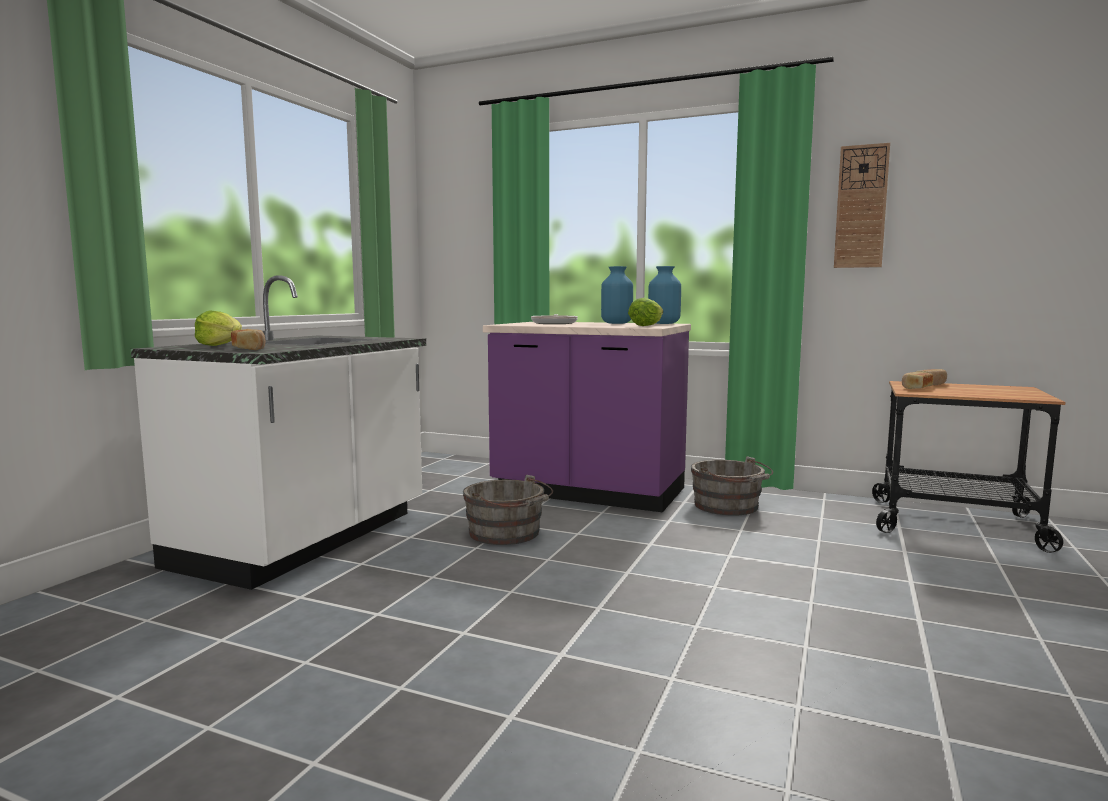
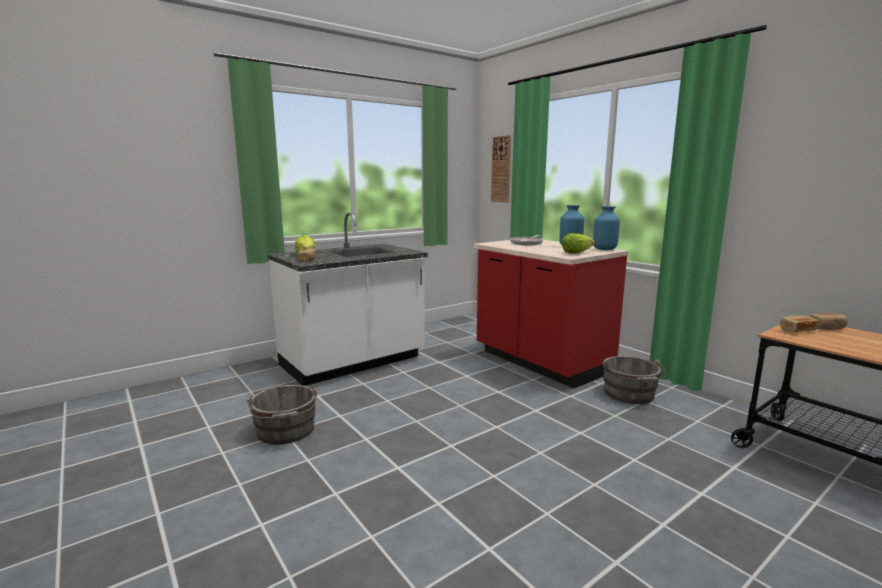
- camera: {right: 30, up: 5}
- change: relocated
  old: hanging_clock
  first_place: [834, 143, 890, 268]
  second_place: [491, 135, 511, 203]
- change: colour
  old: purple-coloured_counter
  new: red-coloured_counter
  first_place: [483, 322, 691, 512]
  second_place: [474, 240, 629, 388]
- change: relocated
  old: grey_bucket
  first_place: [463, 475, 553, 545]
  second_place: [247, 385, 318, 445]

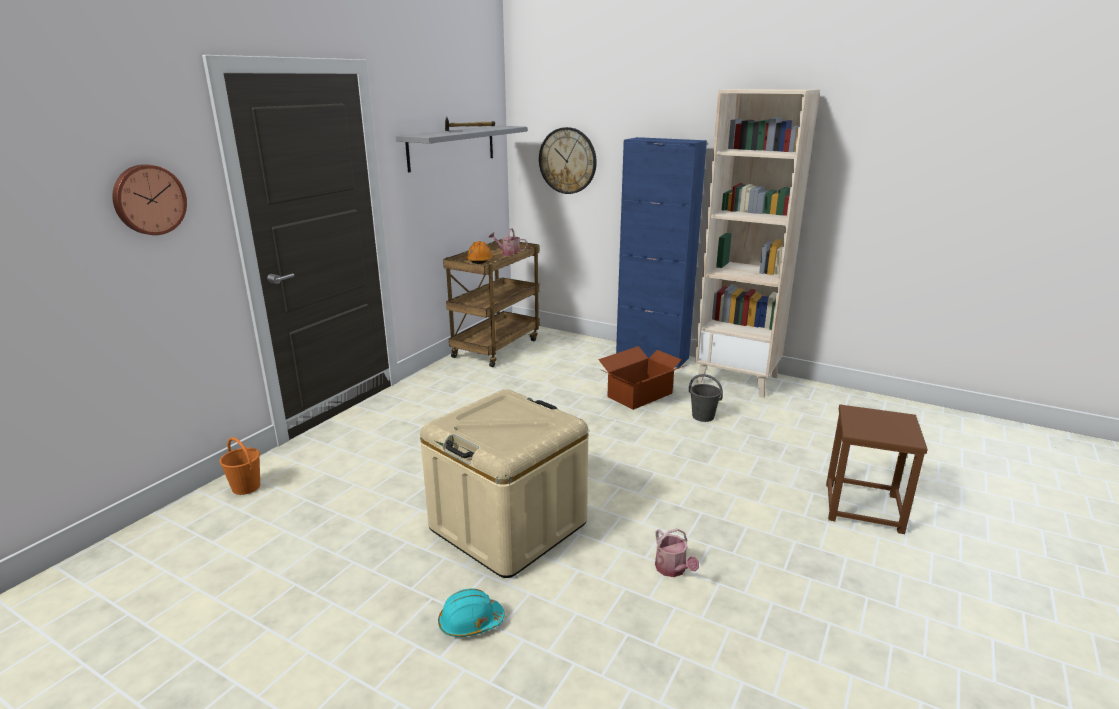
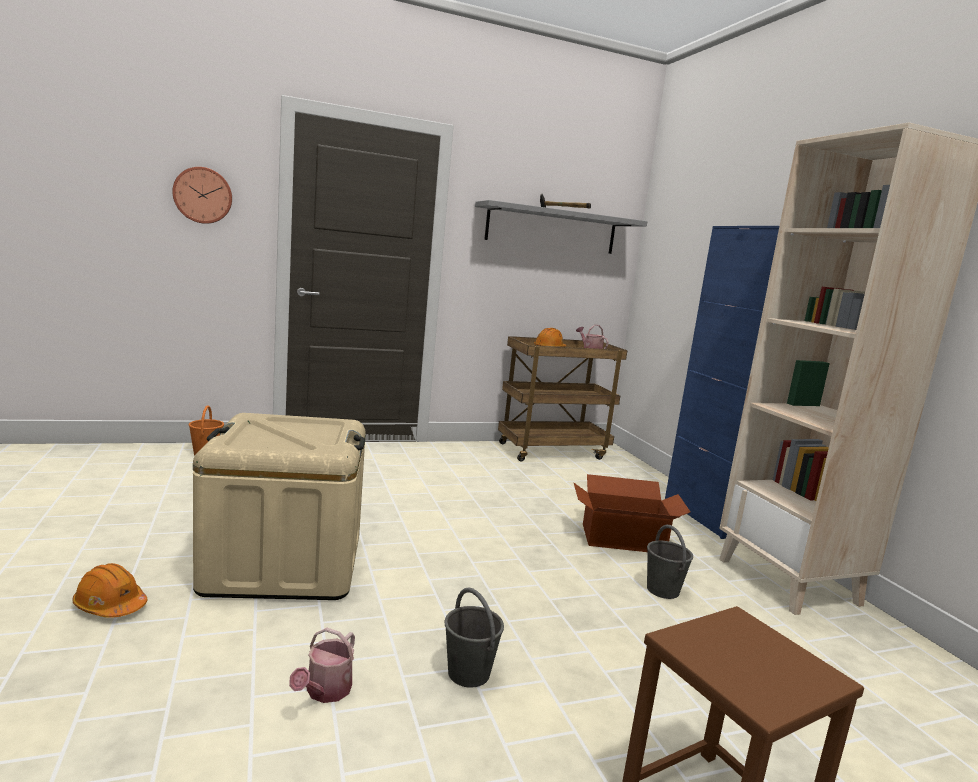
- camera: {right: 40, up: -10}
- change: missing
  old: hanging_clock
  first_place: [539, 127, 597, 194]
- change: colour
  old: turquoise_work_helmet
  new: orange-coloured_work_helmet
  first_place: [438, 589, 505, 637]
  second_place: [72, 563, 147, 618]
- change: appeared
  new: grey_bucket
  second_place: [445, 587, 504, 688]

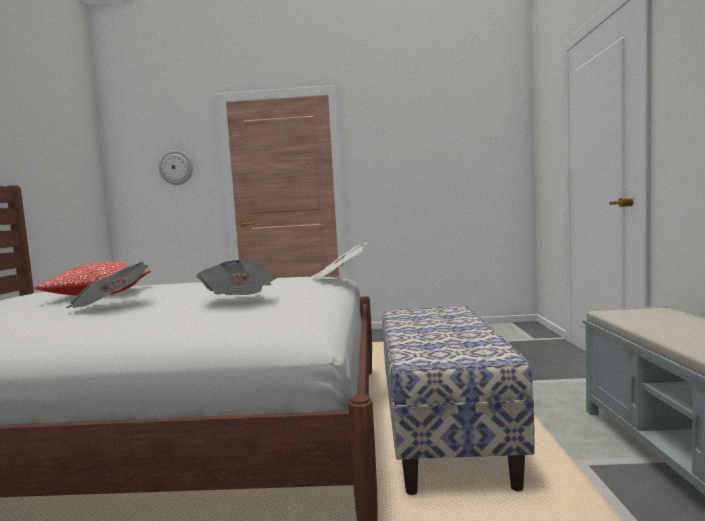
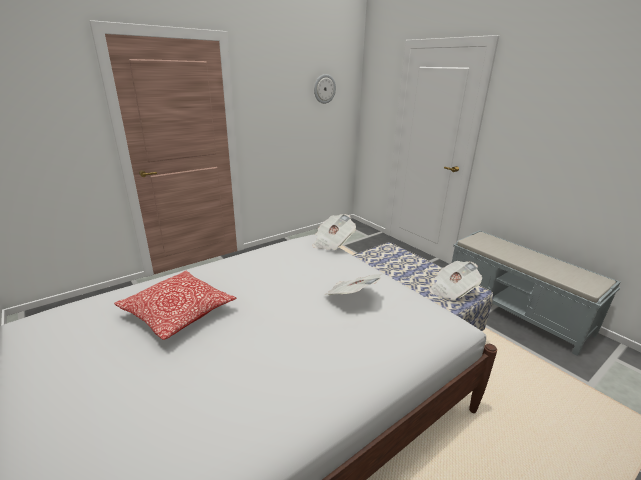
- camera: {right: -40, up: 20}
- change: relocated
  old: hanging_clock
  first_place: [159, 150, 193, 185]
  second_place: [314, 74, 336, 104]
- change: relocated
  old: newspaper
  first_place: [66, 262, 148, 308]
  second_place: [429, 261, 482, 301]

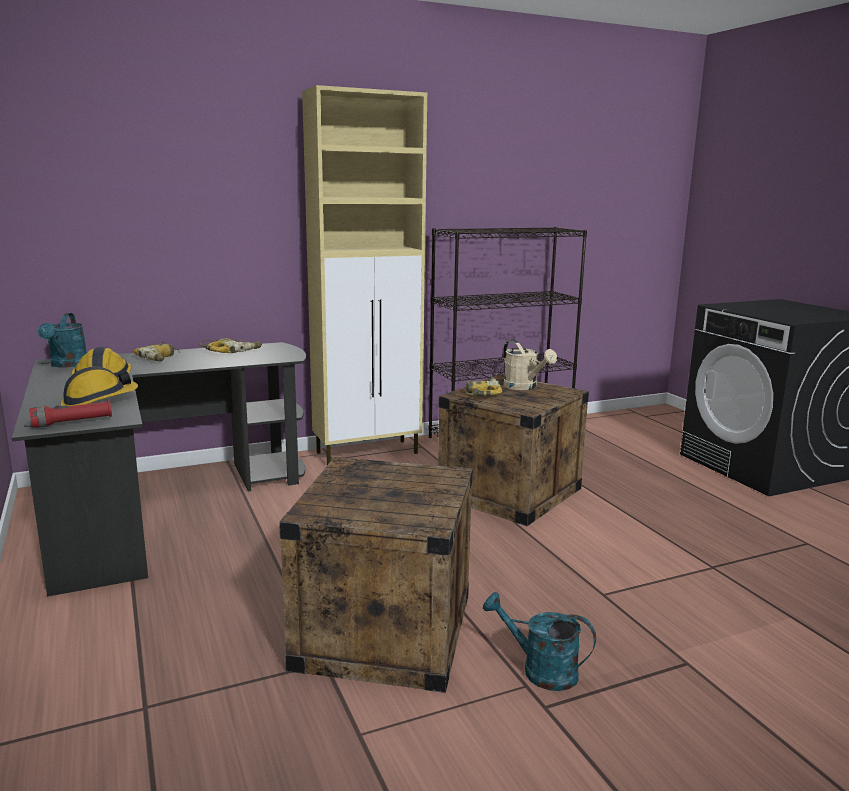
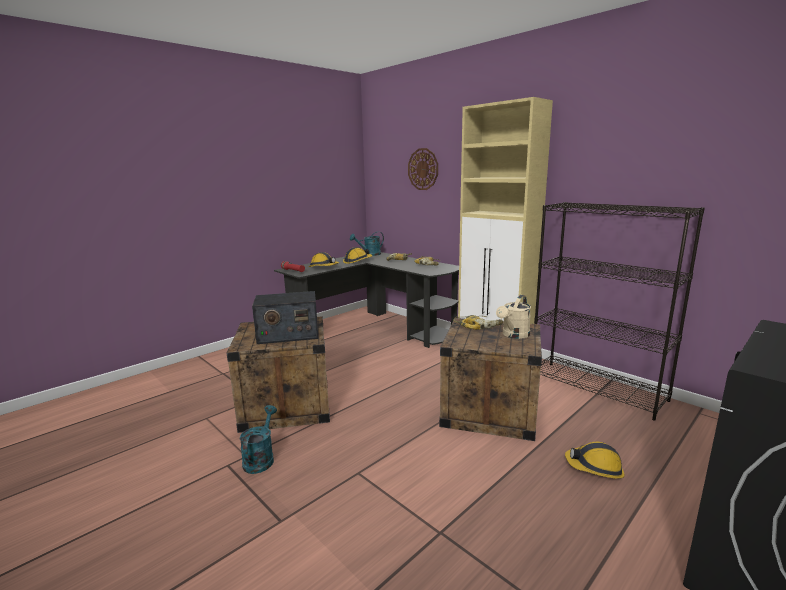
- camera: {right: 70, up: 0}
- change: appeared
  new: hanging_clock
  second_place: [408, 148, 438, 190]
- change: appeared
  new: radio_receiver
  second_place: [252, 291, 319, 344]
- change: appeared
  new: work_helmet
  second_place: [565, 442, 624, 479]

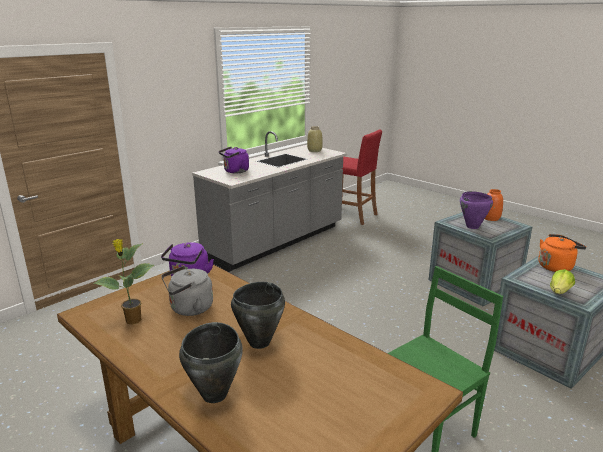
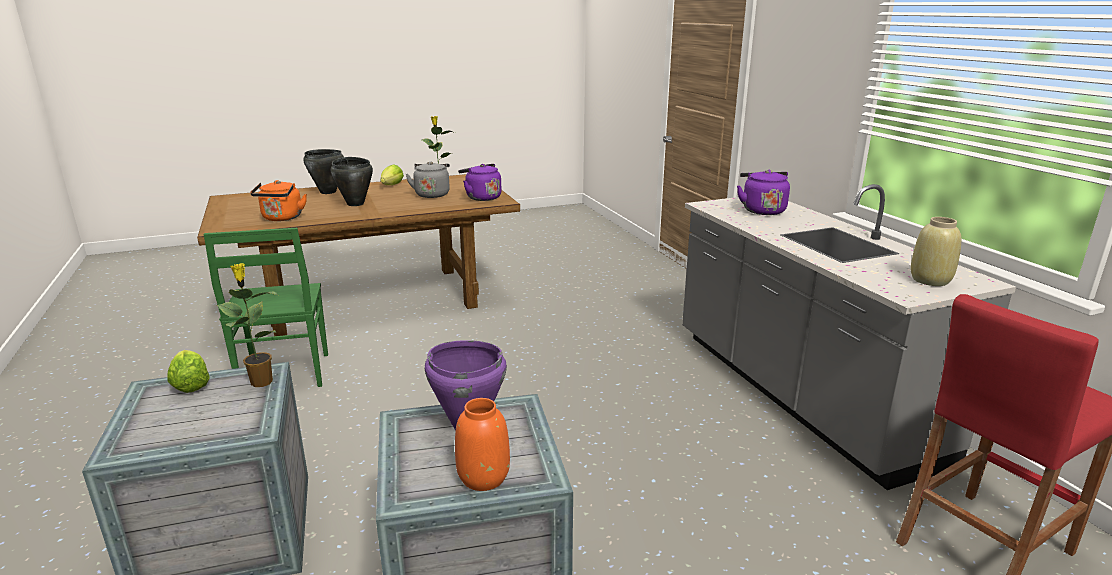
- camera: {right: 115, up: 0}
- change: relocated
  old: orange-coloured_tea_kettle
  first_place: [538, 234, 586, 272]
  second_place: [250, 180, 307, 221]
- change: appeared
  new: lettuce_head
  second_place: [380, 164, 404, 185]
- change: appeared
  new: plant_in_a_pot
  second_place: [217, 263, 278, 387]

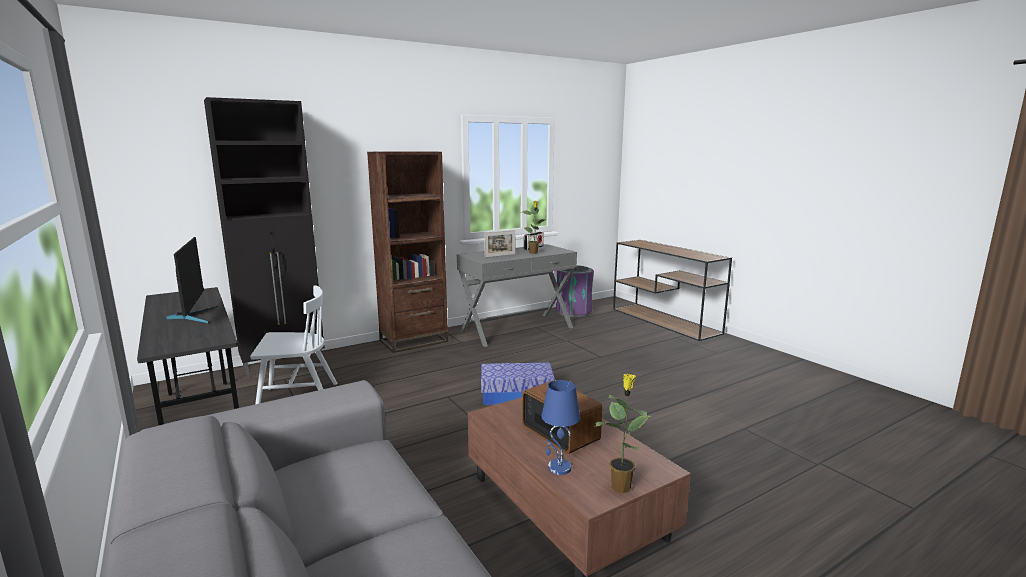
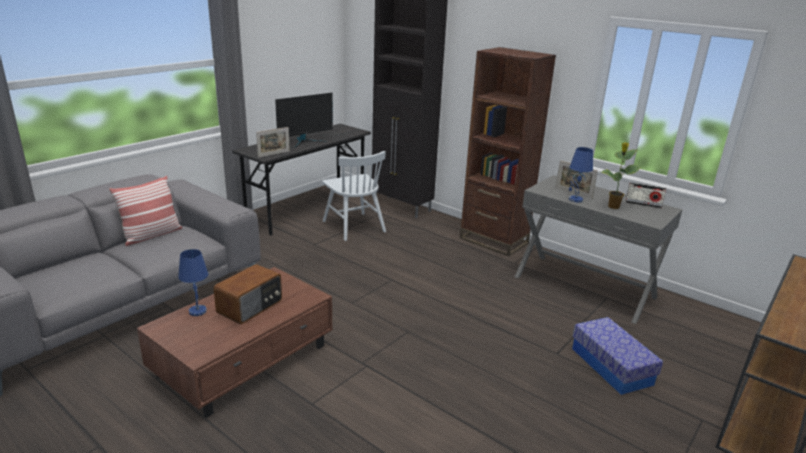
- camera: {right: 70, up: 10}
- change: missing
  old: purple-coloured_rubbish_bin
  first_place: [556, 265, 594, 317]
- change: relocated
  old: storage_box
  first_place: [481, 362, 555, 405]
  second_place: [572, 317, 663, 395]
- change: missing
  old: plant_in_a_pot
  first_place: [595, 374, 652, 493]
- change: appeared
  new: picture_frame
  second_place: [256, 127, 290, 157]
- change: appeared
  new: blue_tabletop_lamp
  second_place: [569, 147, 593, 202]
- change: appeared
  new: throw_pillow
  second_place: [109, 176, 182, 246]

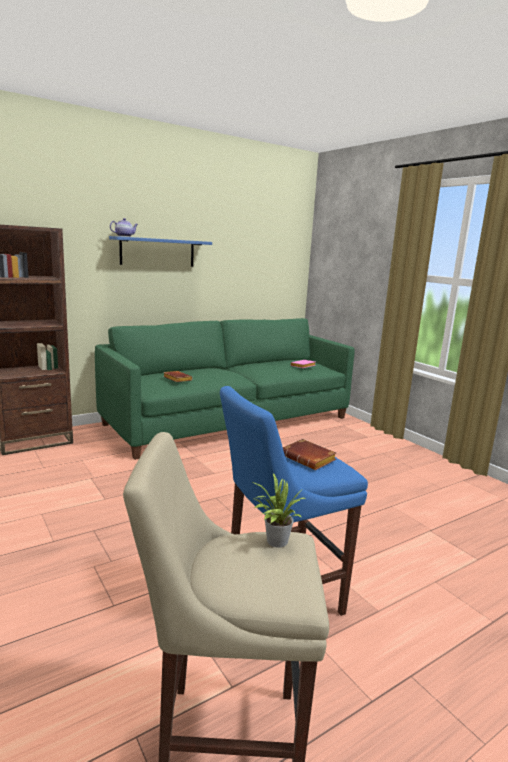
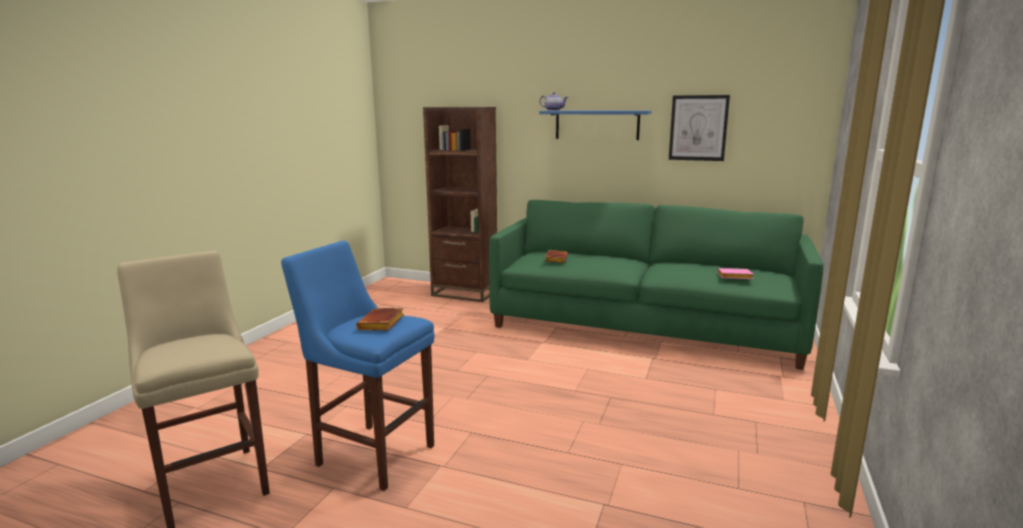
- camera: {right: 55, up: 0}
- change: missing
  old: plant_in_a_pot
  first_place: [251, 473, 307, 548]
- change: appeared
  new: wall_picture
  second_place: [669, 95, 730, 161]

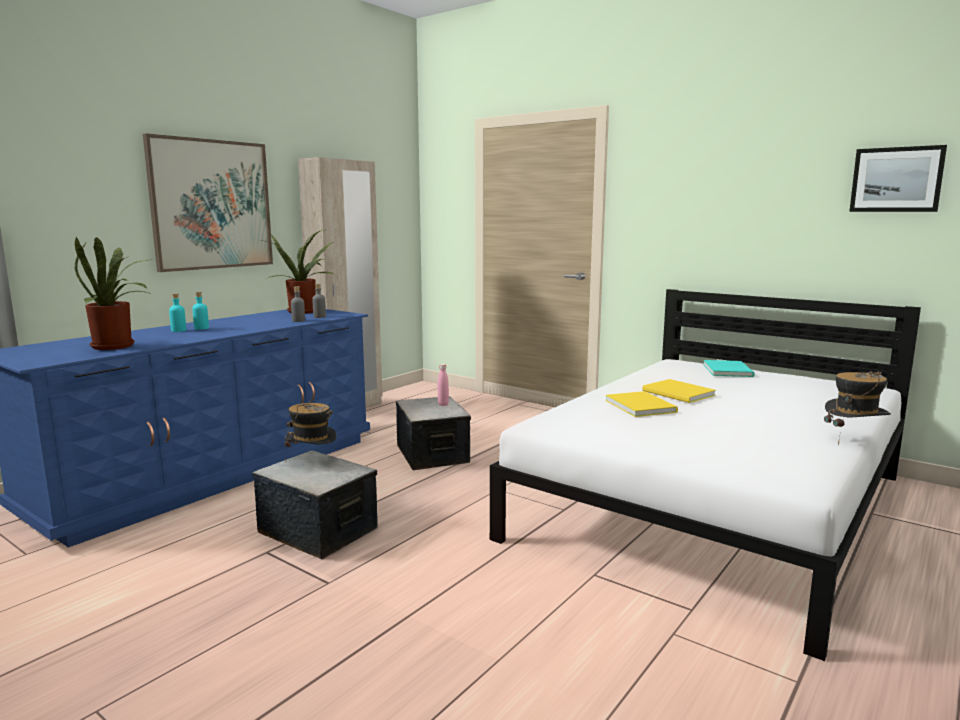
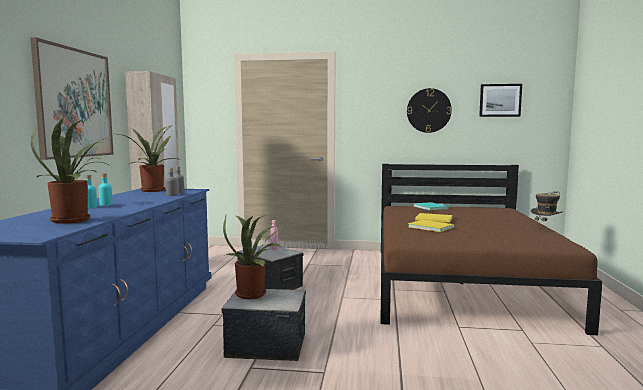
- camera: {right: -30, up: -5}
- change: colour
  old: white_sleeping_bed
  new: brownish_sleeping_bed
  first_place: [490, 289, 921, 661]
  second_place: [380, 164, 603, 335]
- change: exchanged
  old: wearable_hat
  new: plant_in_a_pot
  first_place: [284, 403, 337, 461]
  second_place: [223, 215, 284, 299]
- change: appeared
  new: hanging_clock
  second_place: [407, 88, 452, 133]

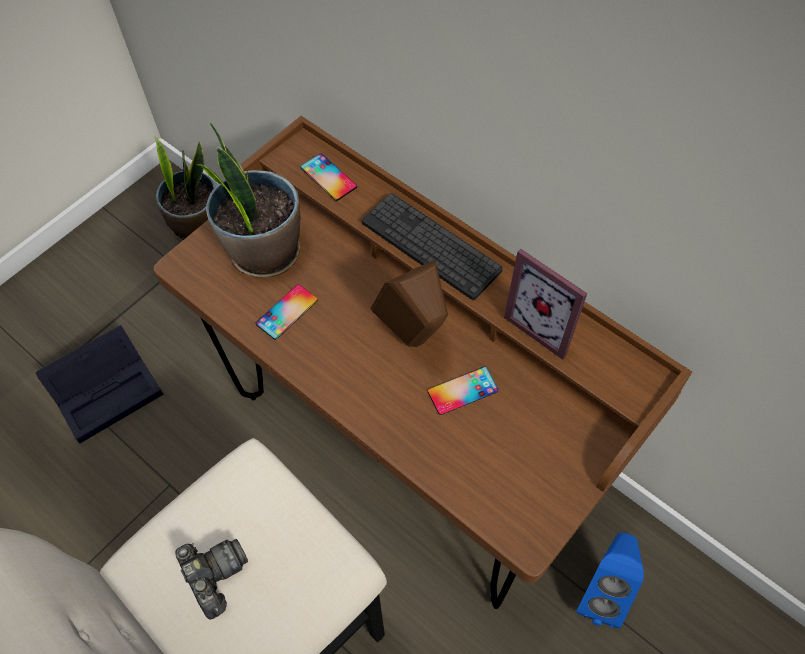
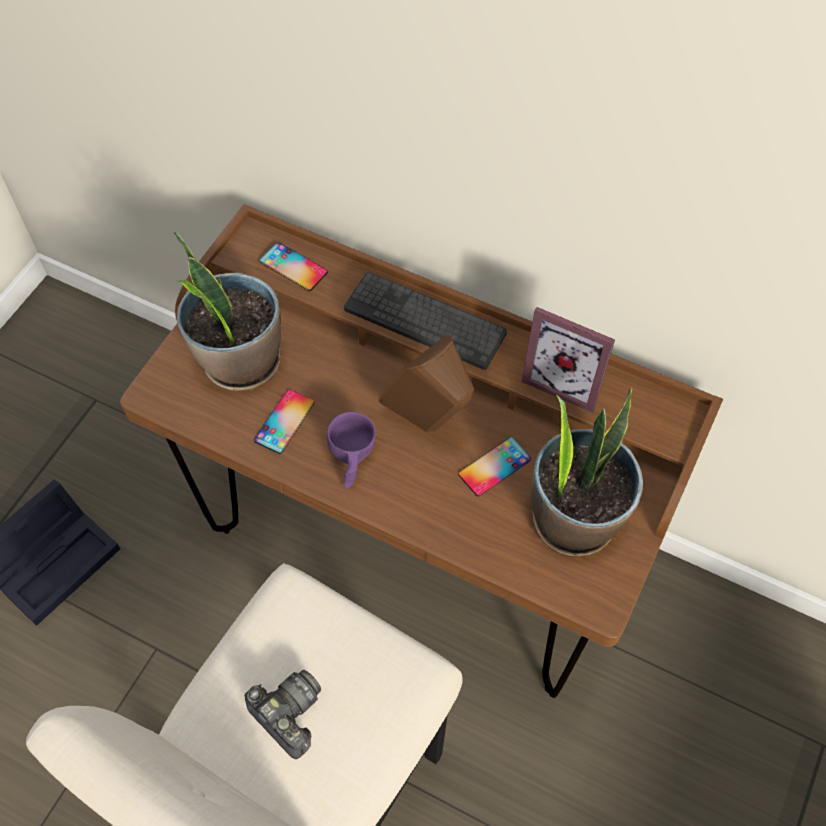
- camera: {right: -15, up: 0}
- change: relocated
  old: plant_in_a_pot
  first_place: [154, 136, 215, 242]
  second_place: [531, 388, 643, 557]
- change: missing
  old: blue_audio_speaker
  first_place: [576, 532, 644, 628]
- change: appeared
  new: purple-coloured_cup
  second_place: [327, 412, 376, 489]

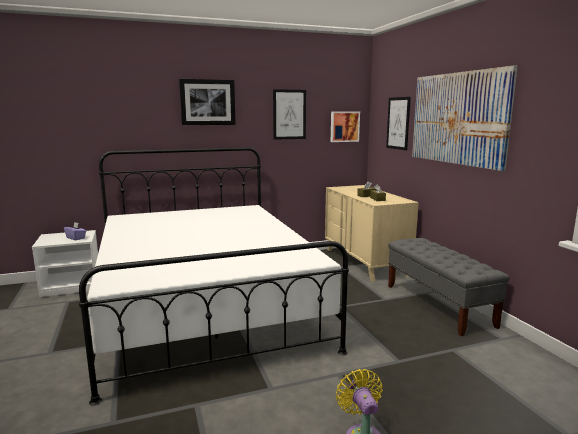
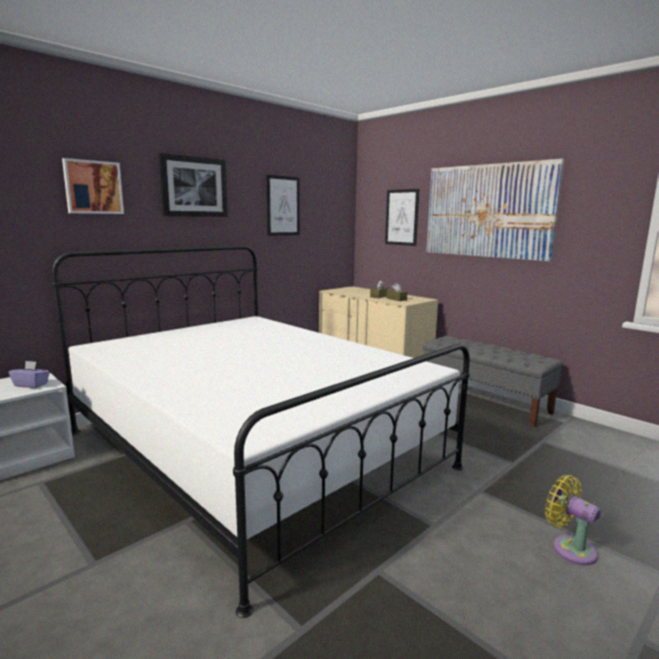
- camera: {right: -25, up: 0}
- change: relocated
  old: wall_picture
  first_place: [331, 111, 360, 142]
  second_place: [62, 158, 124, 214]

